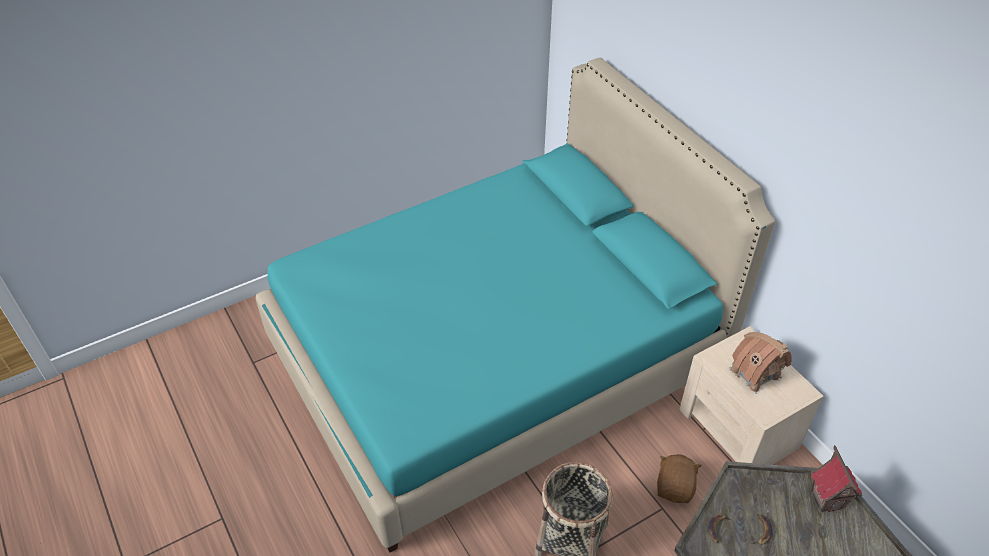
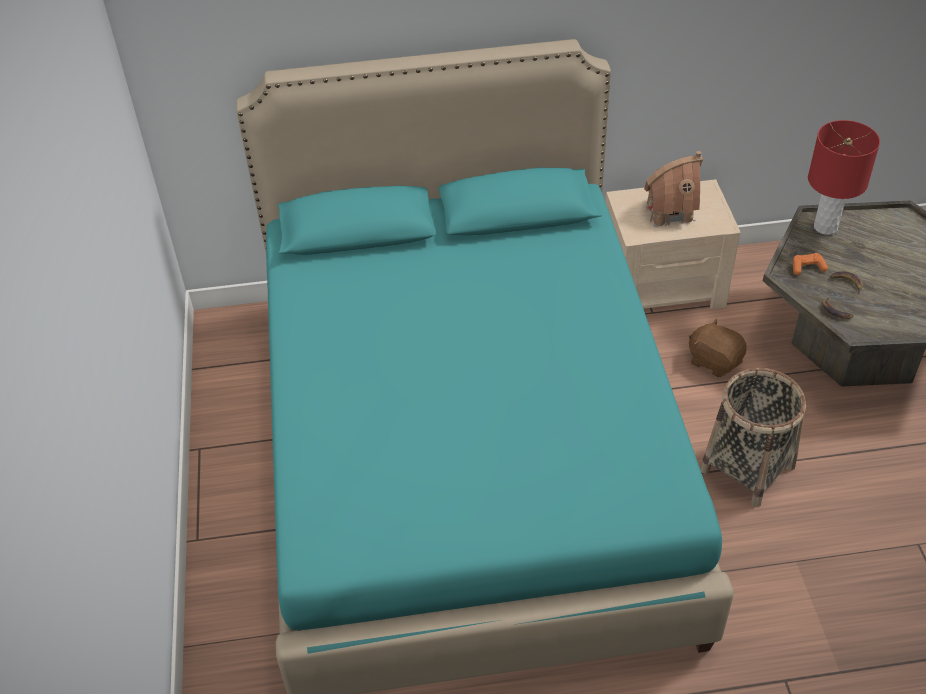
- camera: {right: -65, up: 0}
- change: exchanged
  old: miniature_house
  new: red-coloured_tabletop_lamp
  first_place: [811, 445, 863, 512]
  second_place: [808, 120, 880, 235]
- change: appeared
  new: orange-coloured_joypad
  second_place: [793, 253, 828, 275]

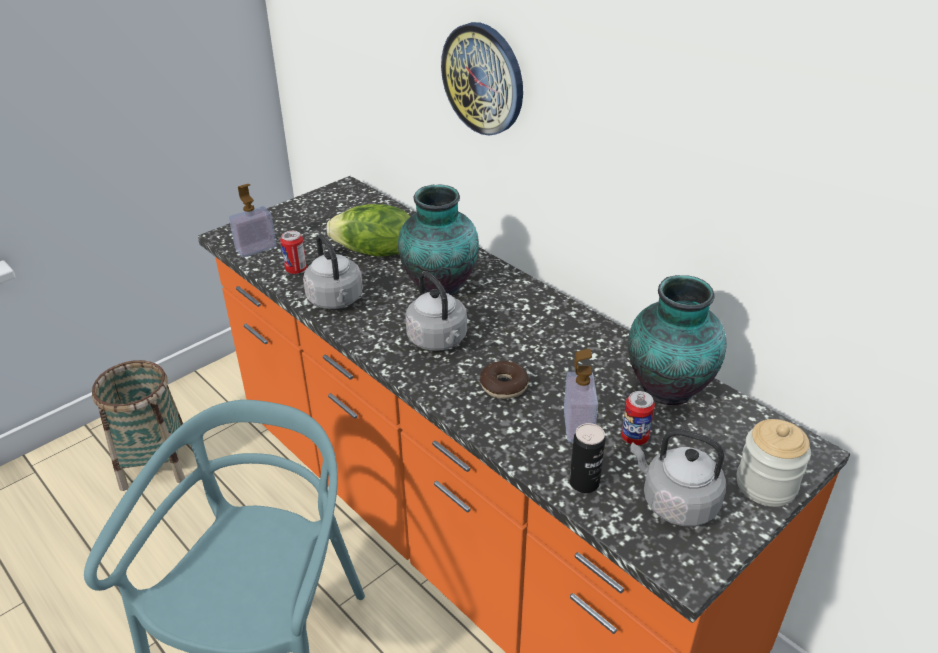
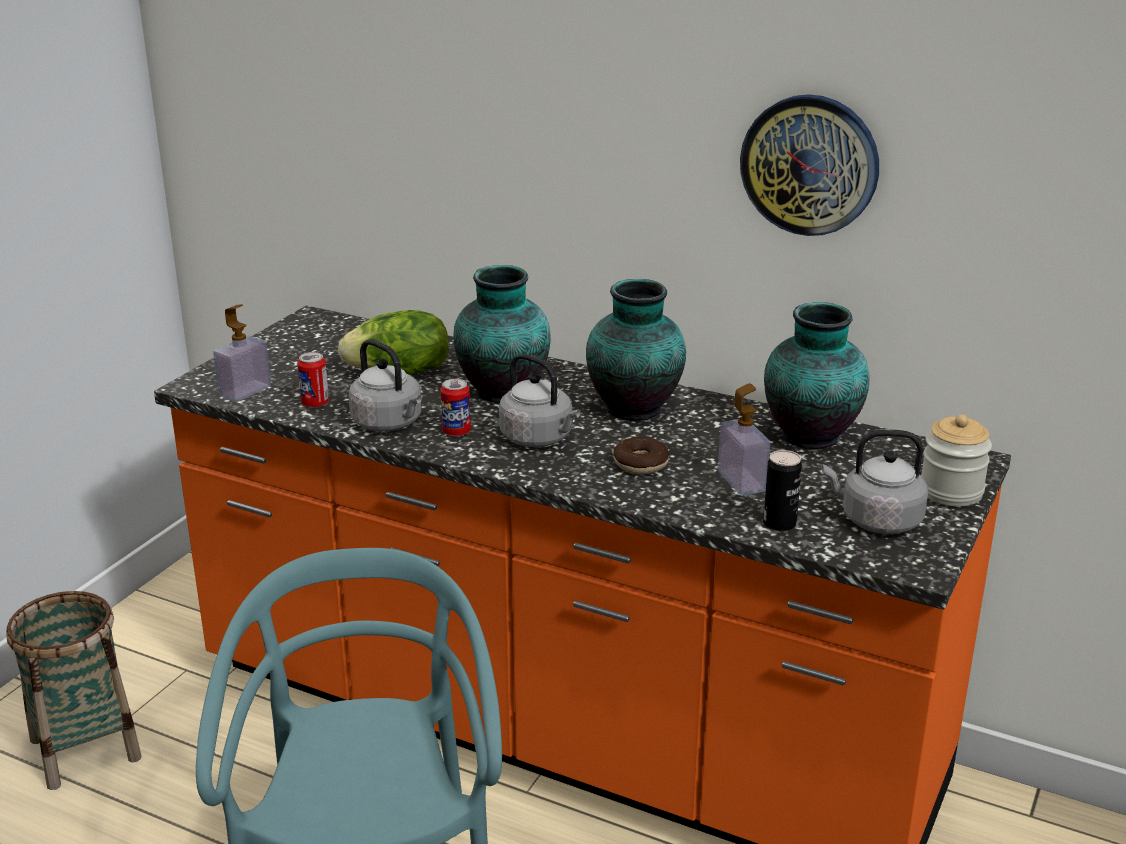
- camera: {right: -20, up: -10}
- change: relocated
  old: hanging_clock
  first_place: [441, 22, 523, 135]
  second_place: [740, 94, 879, 236]
- change: relocated
  old: sealed_can
  first_place: [621, 391, 655, 445]
  second_place: [440, 379, 471, 437]
- change: appeared
  new: vase
  second_place: [586, 279, 686, 420]

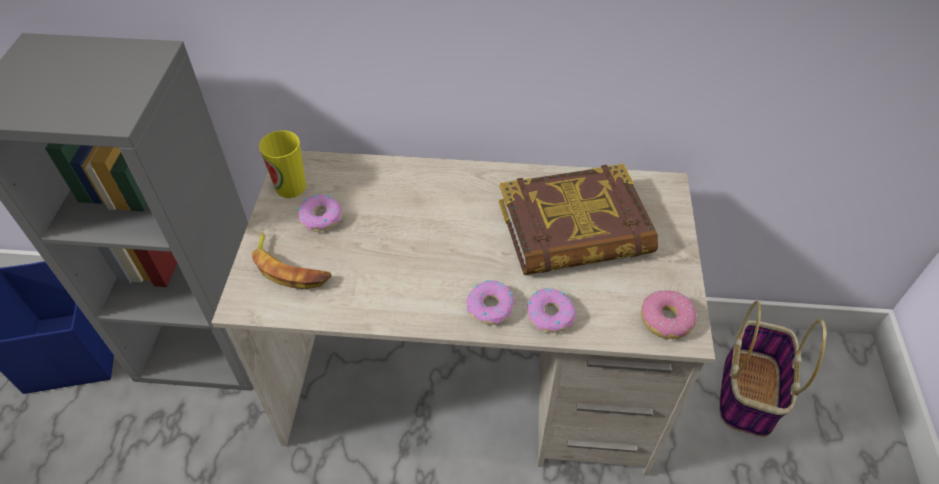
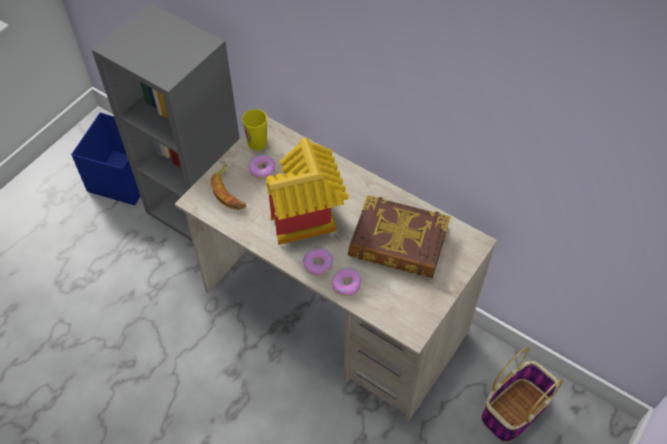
- camera: {right: 30, up: 5}
- change: missing
  old: donut
  first_place: [641, 290, 697, 339]
- change: appeared
  new: miniature_house
  second_place: [266, 138, 349, 245]

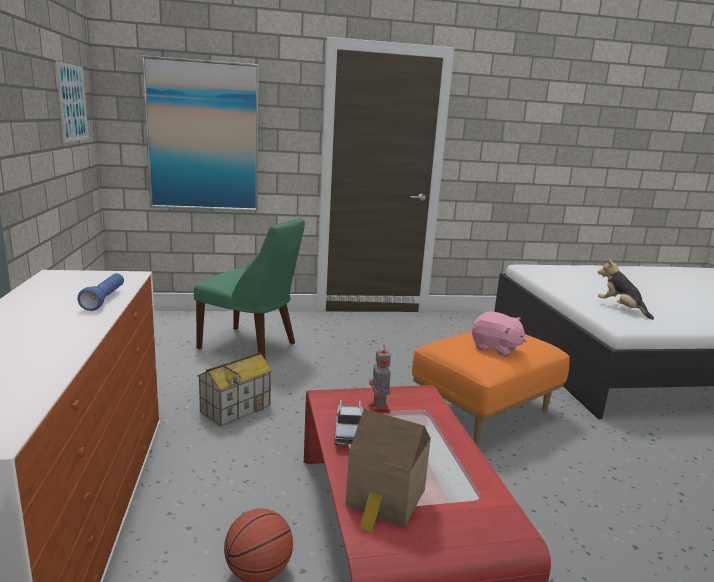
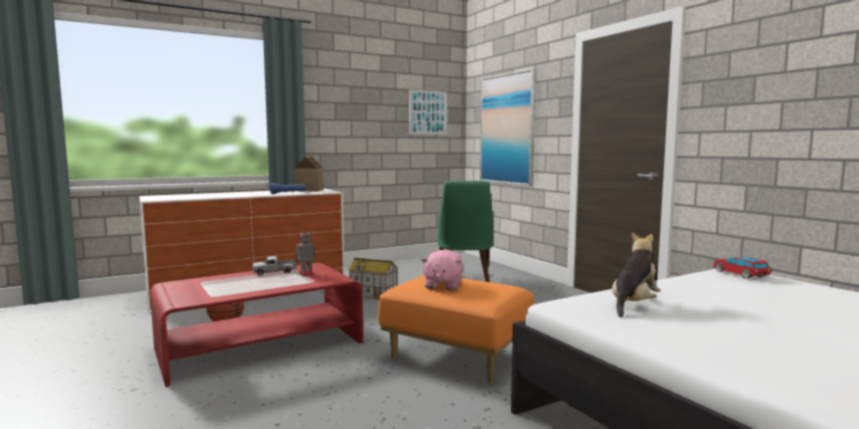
- camera: {right: 70, up: -10}
- change: relocated
  old: miniature_house
  first_place: [346, 409, 431, 532]
  second_place: [294, 156, 324, 191]
- change: appeared
  new: miniature_car
  second_place: [713, 257, 771, 278]

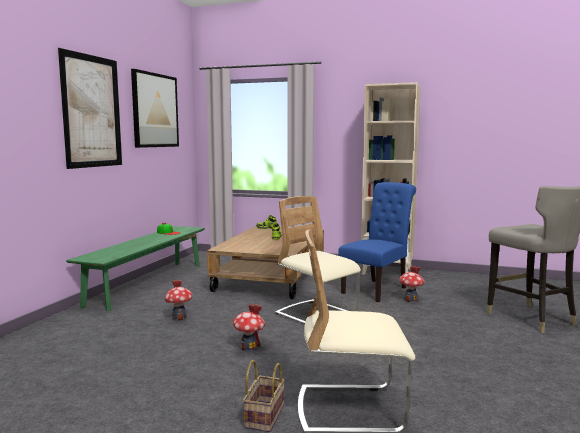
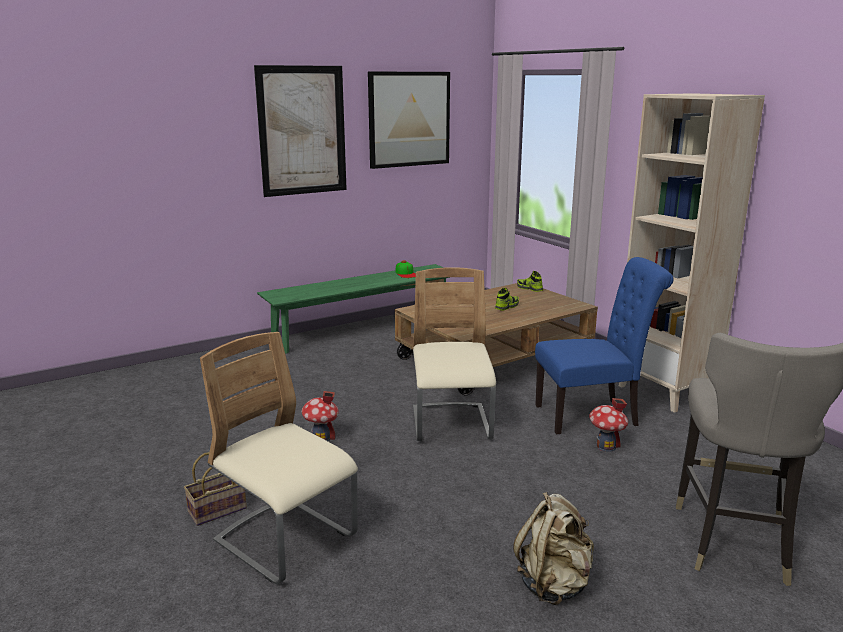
- camera: {right: 40, up: 10}
- change: missing
  old: miniature_house
  first_place: [165, 280, 193, 321]
- change: appeared
  new: beige-coloured_rucksack
  second_place: [513, 492, 594, 605]

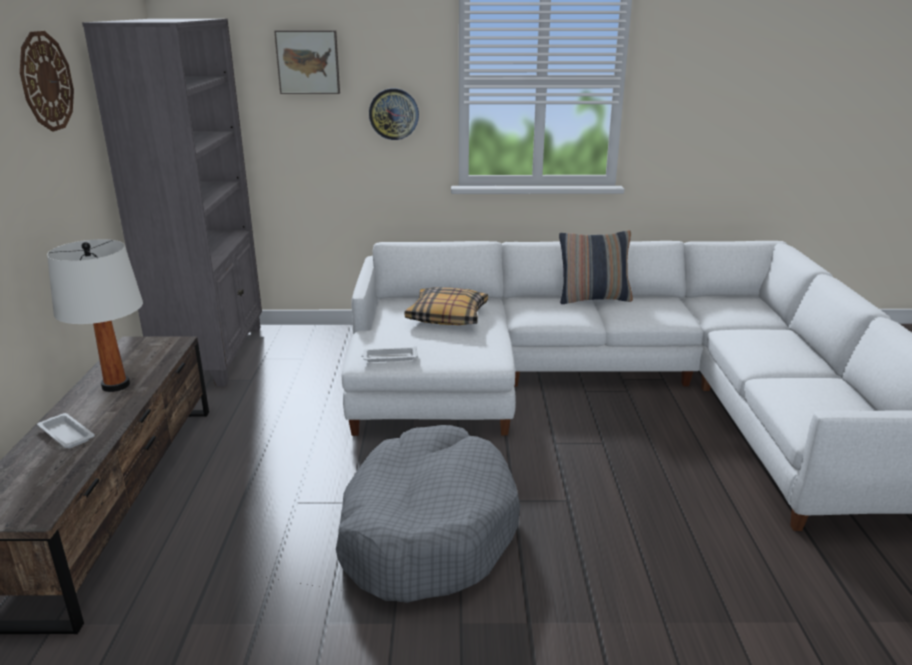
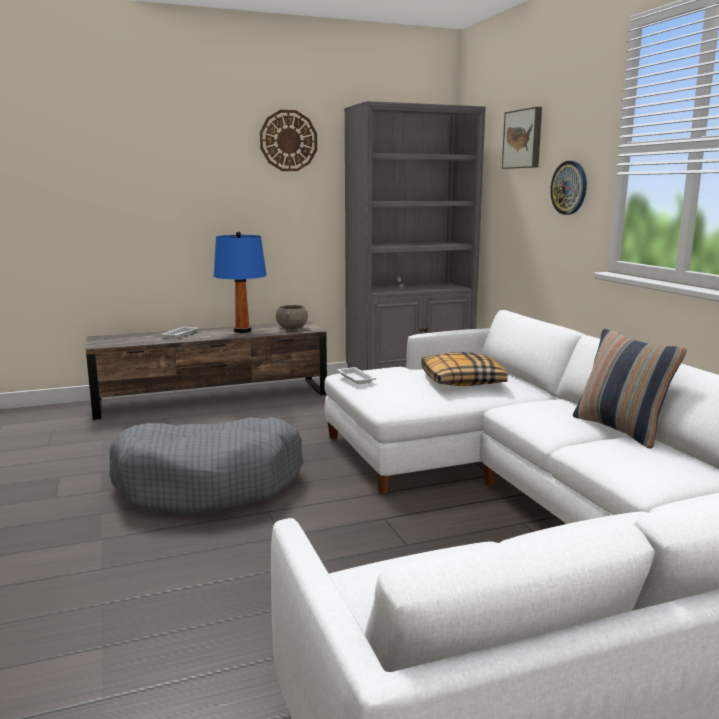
- camera: {right: 70, up: -10}
- change: colour
  old: white_tabletop_lamp
  new: blue_tabletop_lamp
  first_place: [47, 239, 143, 392]
  second_place: [214, 231, 267, 333]
- change: appeared
  new: grey_deep_dish
  second_place: [276, 305, 308, 329]

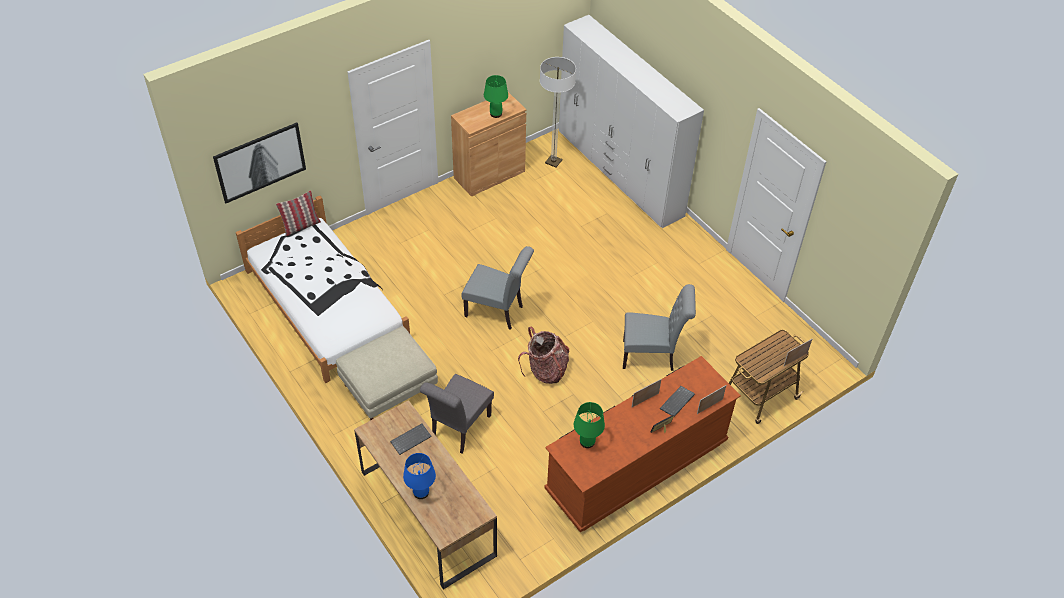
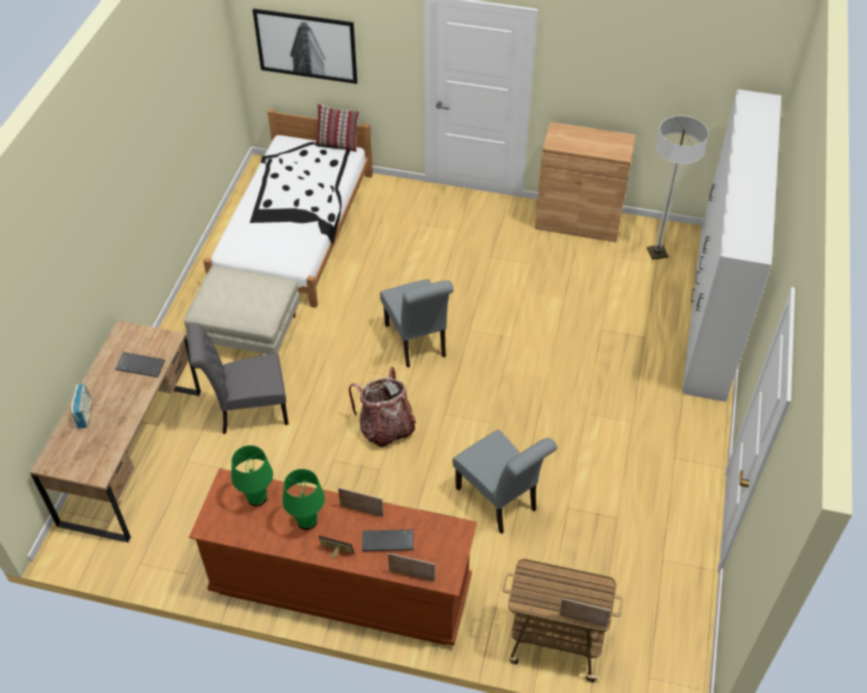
- camera: {right: 50, up: 0}
- change: relocated
  old: green_tabletop_lamp
  first_place: [484, 75, 508, 118]
  second_place: [282, 469, 325, 530]
- change: exchanged
  old: blue_tabletop_lamp
  new: radio_receiver
  first_place: [403, 453, 436, 499]
  second_place: [71, 384, 91, 428]

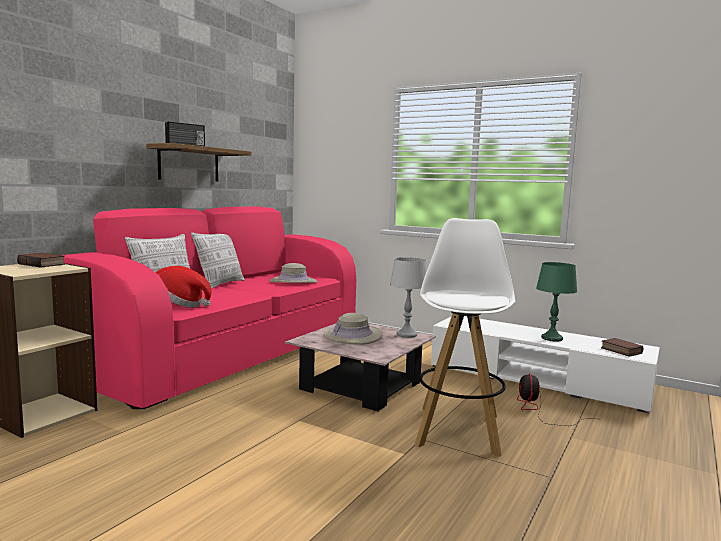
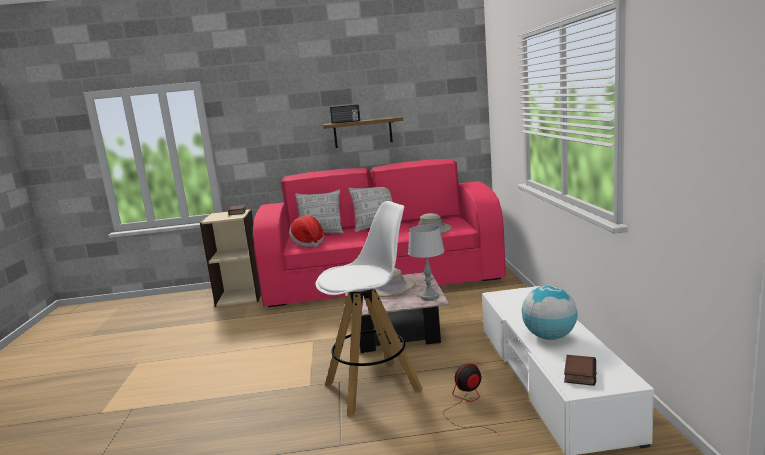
- camera: {right: 55, up: 5}
- change: exchanged
  old: green_tabletop_lamp
  new: world_globe
  first_place: [536, 262, 577, 341]
  second_place: [522, 286, 577, 340]

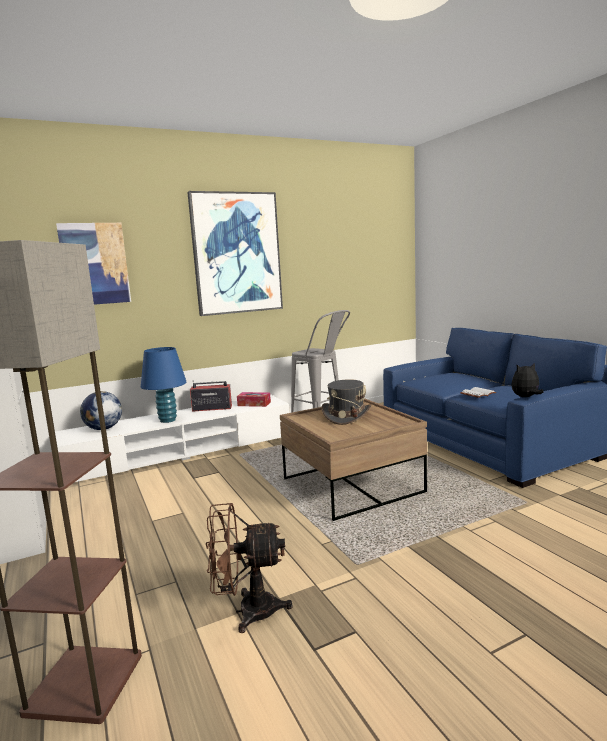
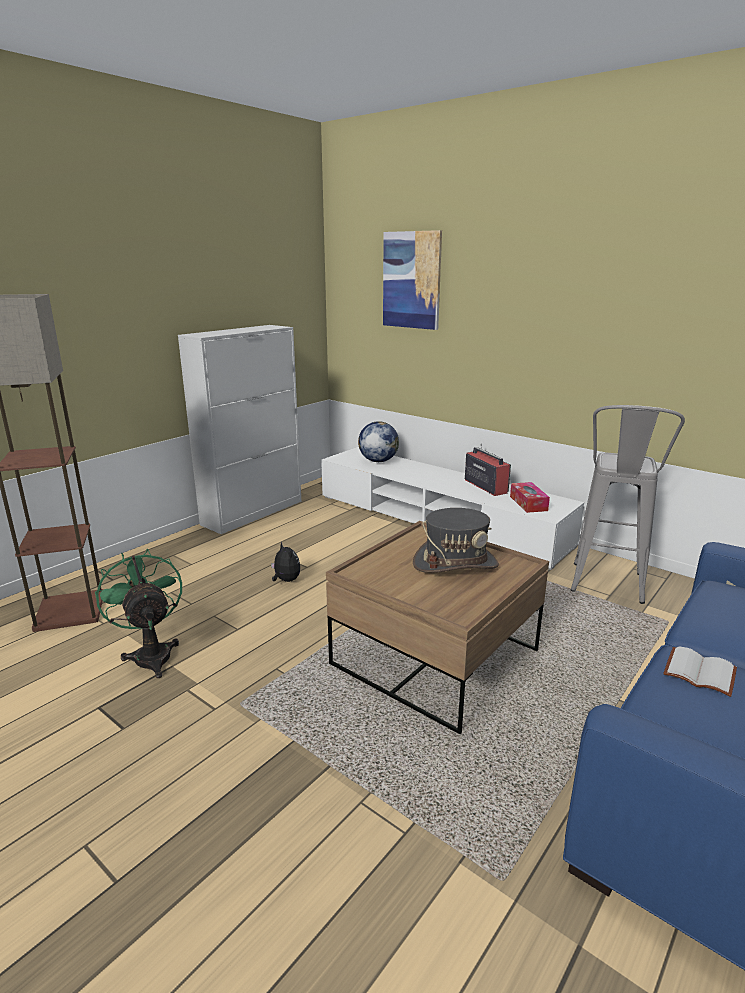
- camera: {right: 65, up: 10}
- change: missing
  old: wall_picture
  first_place: [187, 191, 283, 316]
- change: missing
  old: blue_tabletop_lamp
  first_place: [141, 347, 187, 423]
- change: relocated
  old: cuddly_toy
  first_place: [511, 362, 543, 397]
  second_place: [271, 541, 300, 582]
- change: colour
  old: brownish_fan
  new: green_fan
  first_place: [206, 503, 293, 633]
  second_place: [95, 549, 182, 678]

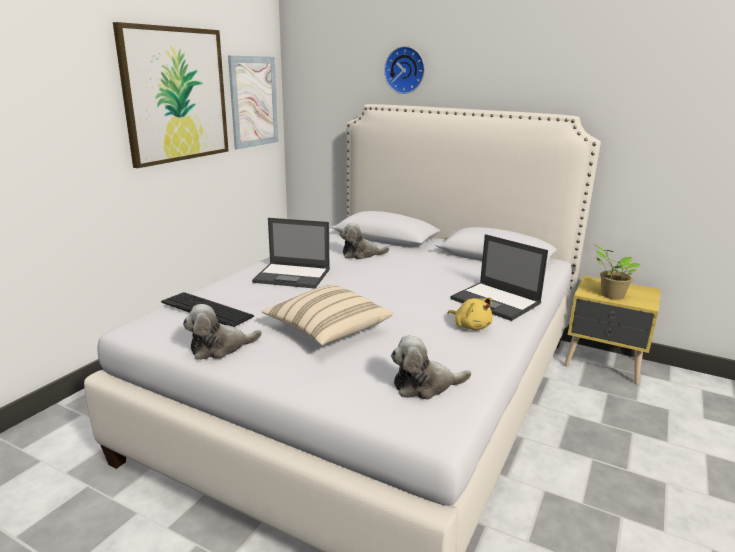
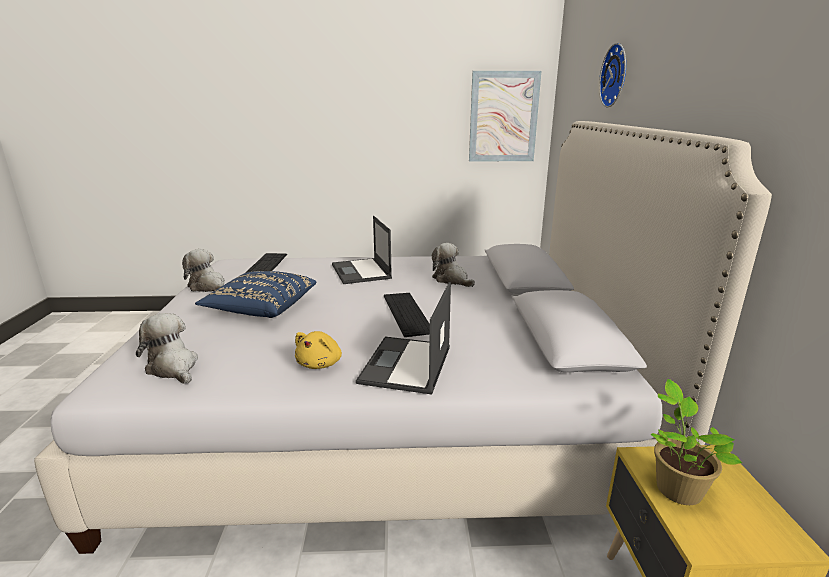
- camera: {right: 60, up: 0}
- change: missing
  old: wall_picture
  first_place: [113, 22, 229, 168]
- change: colour
  old: beige-coloured_throw_pillow
  new: blue_throw_pillow
  first_place: [262, 285, 393, 345]
  second_place: [195, 271, 317, 318]
- change: appeared
  new: PC_keyboard
  second_place: [384, 293, 430, 337]

